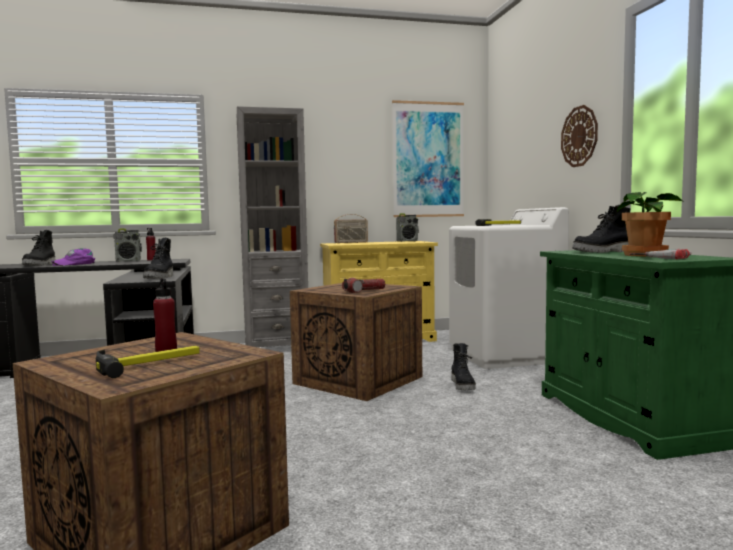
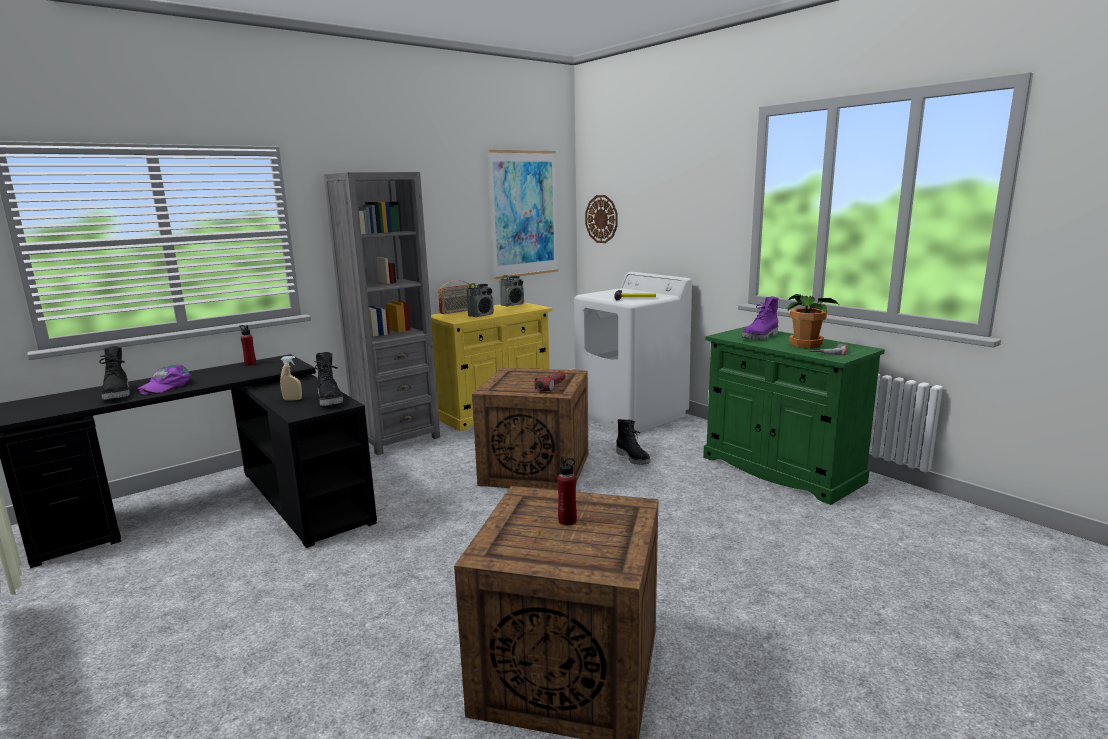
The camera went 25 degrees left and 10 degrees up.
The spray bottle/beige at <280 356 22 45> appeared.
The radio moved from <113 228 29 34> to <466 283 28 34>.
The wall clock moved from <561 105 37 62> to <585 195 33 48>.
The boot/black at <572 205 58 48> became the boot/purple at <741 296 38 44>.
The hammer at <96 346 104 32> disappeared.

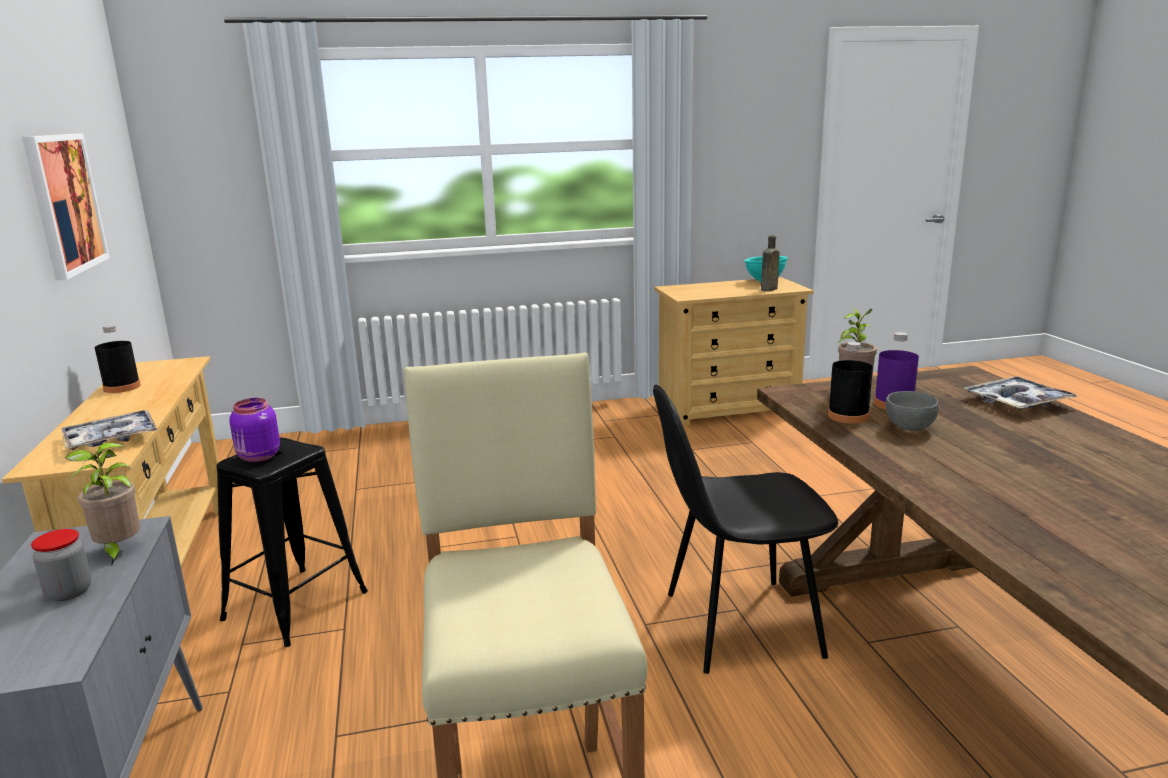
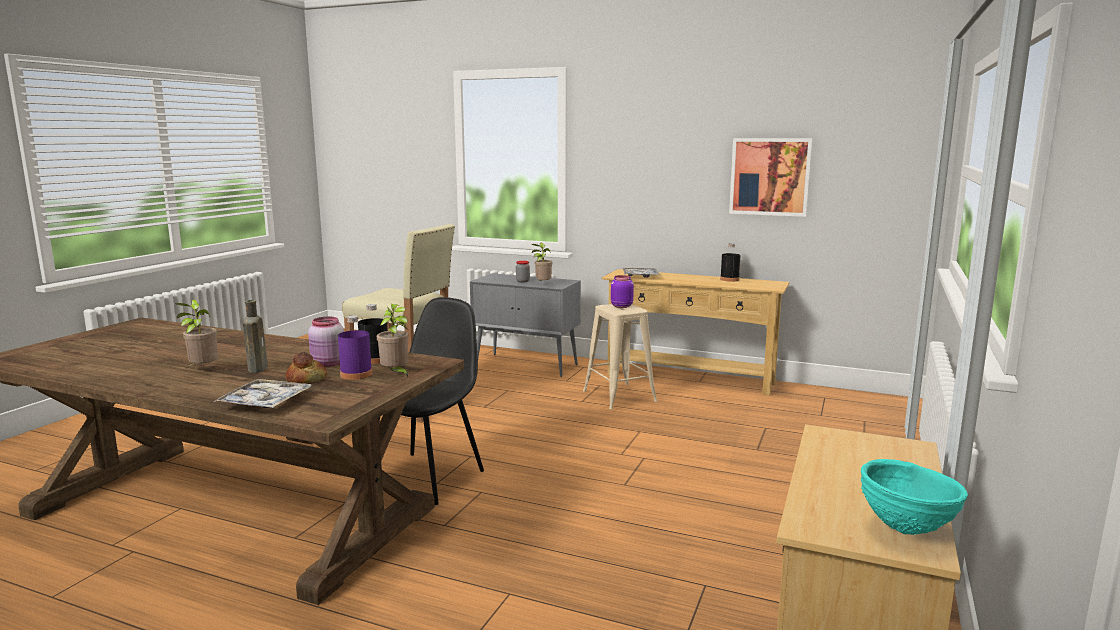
The camera went 125 degrees right and 5 degrees down.
The potted plant at <176 299 42 71> appeared.
The bottle/brown moved from <761 235 18 56> to <243 300 25 73>.
The bread at <286 352 41 32> appeared.
The bowl/grey at <886 391 53 40> was replaced by the jar/pink at <308 317 36 50>.
The stool/black at <216 438 152 209> became the stool/beige at <583 304 74 105>.

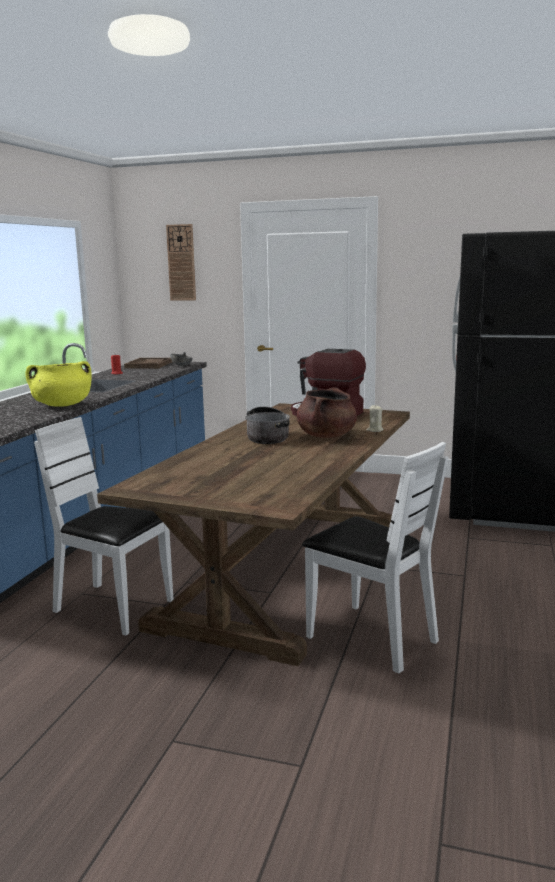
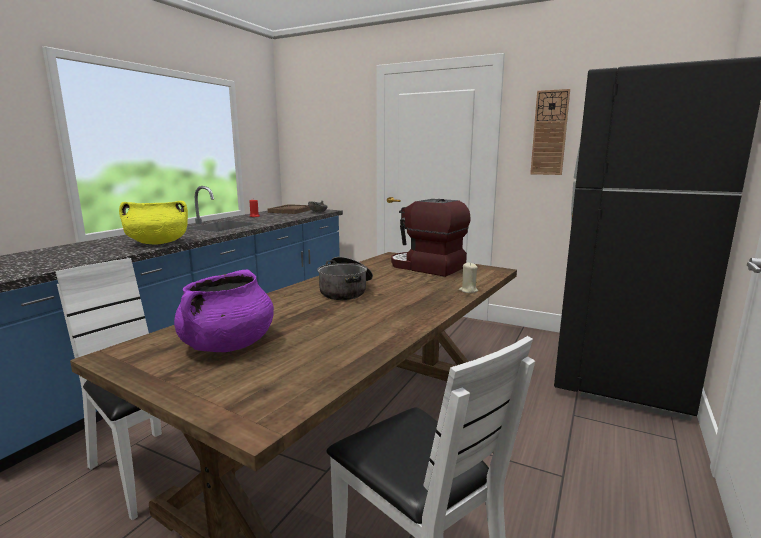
The camera went 10 degrees right and 0 degrees up.
The cooking pot/purple at <174 270 100 82> appeared.
The wall clock moved from <166 224 30 76> to <530 89 40 86>.
The cooking pot/brown at <296 387 61 51> disappeared.

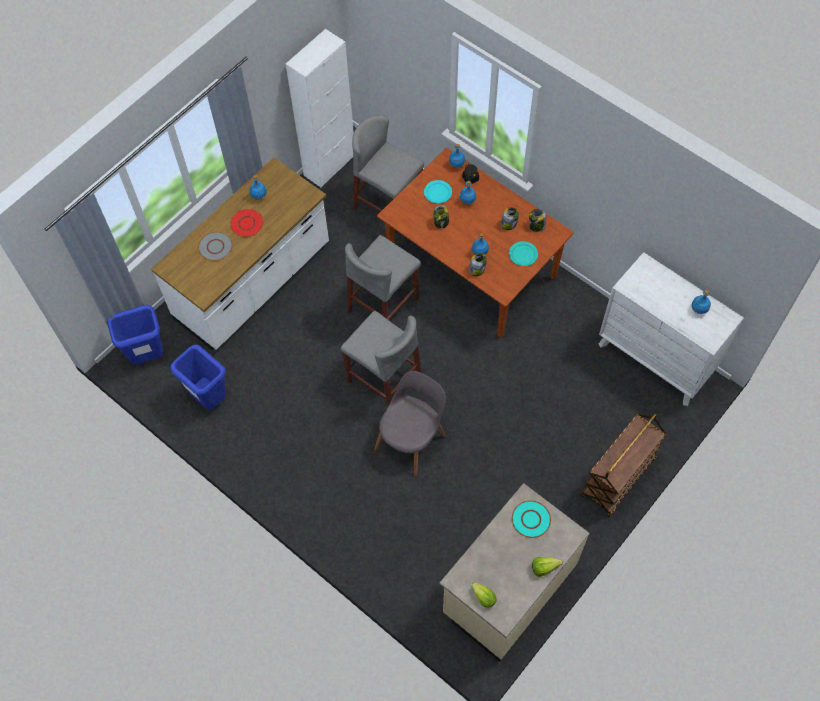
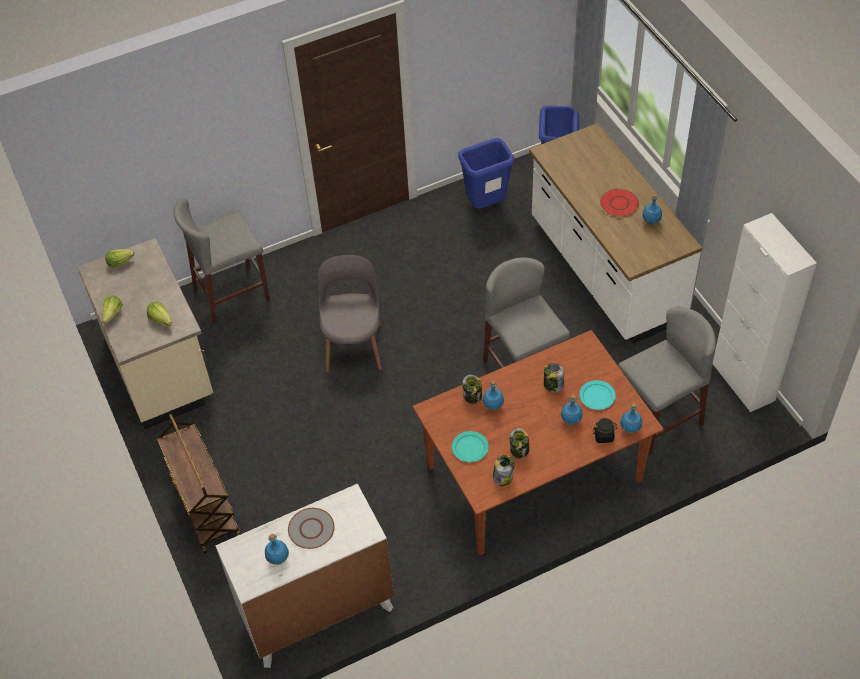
The camera went 115 degrees right and 10 degrees down.
The plate/turquoise at <512 500 39 38> was replaced by the lettuce at <147 302 25 24>.
The stool/grey moved from <341 311 80 95> to <173 199 97 125>.
The plate/grey moved from <198 232 35 29> to <288 508 47 41>.
The chair/grey at <374 371 72 105> turned 150 degrees counterclockwise.

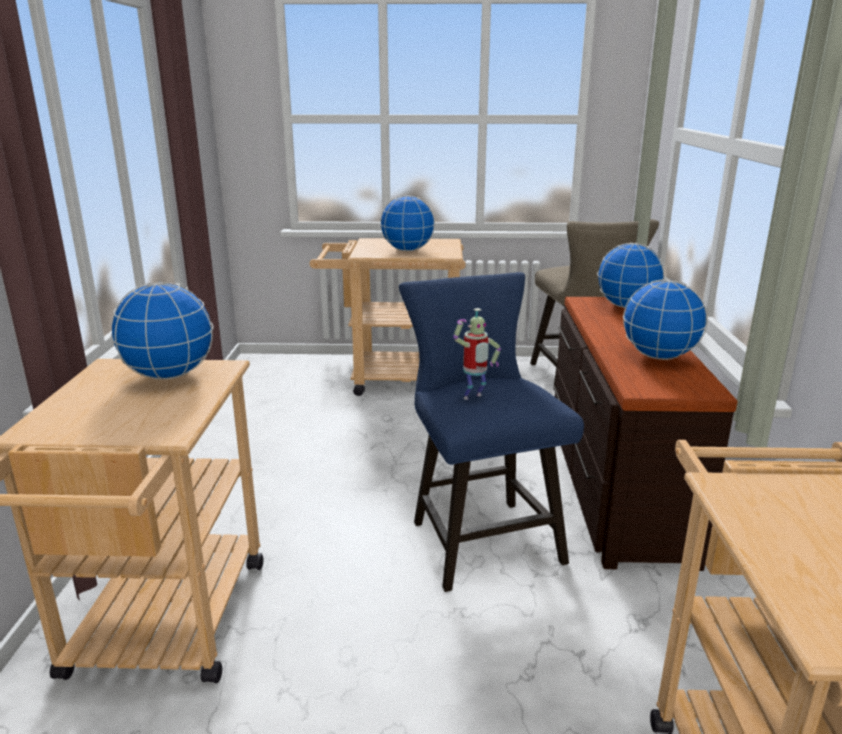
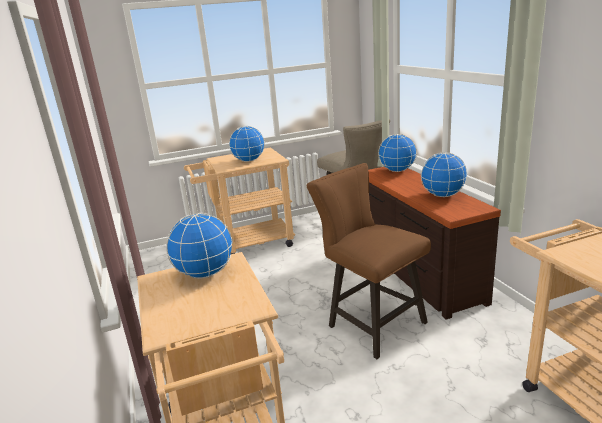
The camera went 20 degrees left and 0 degrees up.
The stool/blue at <399 272 185 320> became the stool/brown at <307 163 124 196>.
The toy robot at <453 308 48 92> disappeared.

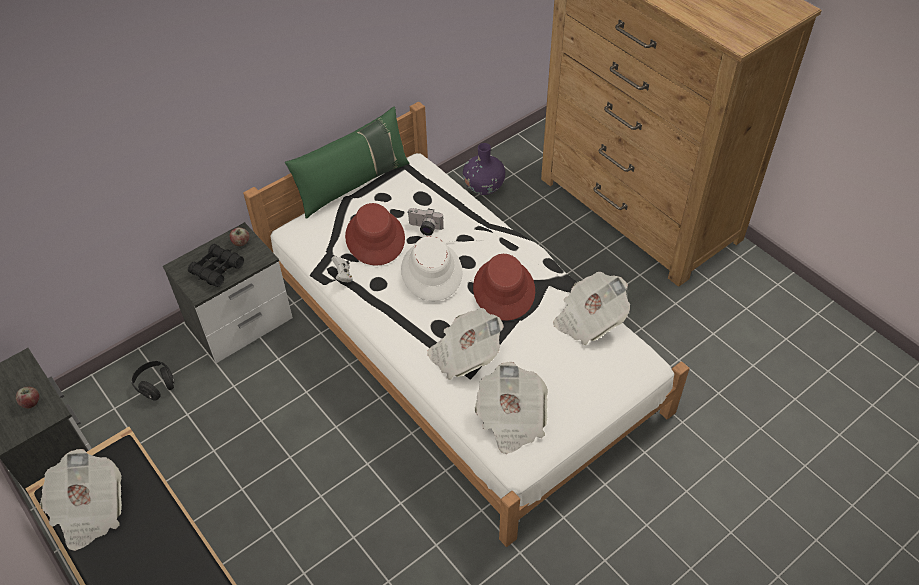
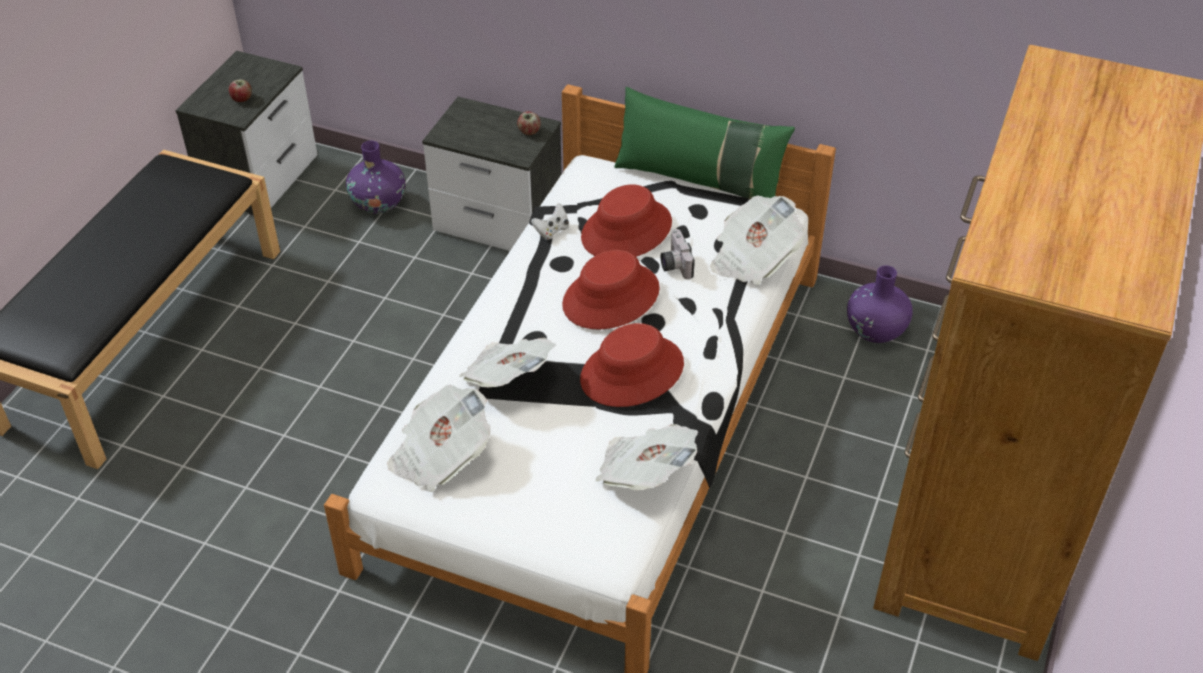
The camera went 60 degrees right and 5 degrees down.
The headphones/black at <131 361 44 40> was replaced by the vase/purple at <346 141 59 73>.
The hat/white at <401 236 62 65> became the hat/red at <562 250 98 80>.
The newspaper moved from <40 449 82 102> to <710 195 95 90>.
The binoculars/black at <188 244 56 43> disappeared.

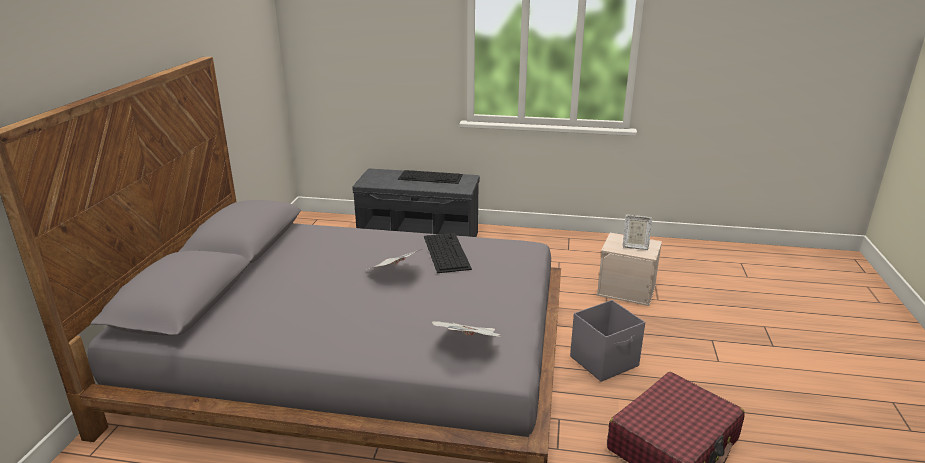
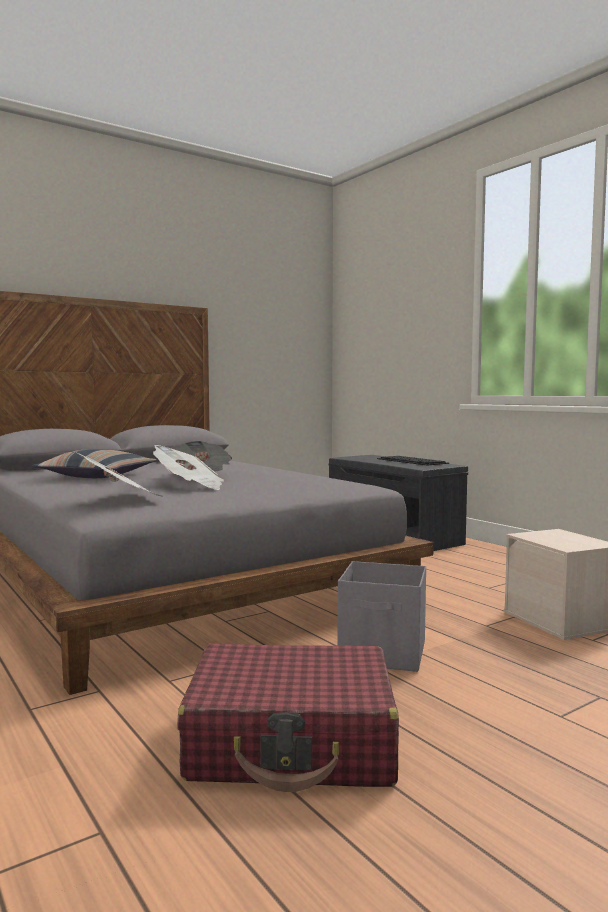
The camera went 45 degrees right and 20 degrees down.
The pillow at <32 449 124 29> appeared.
The newspaper at <153 445 71 45> appeared.
The keyboard at <424 233 48 40> disappeared.
The picture frame at <623 214 29 36> disappeared.

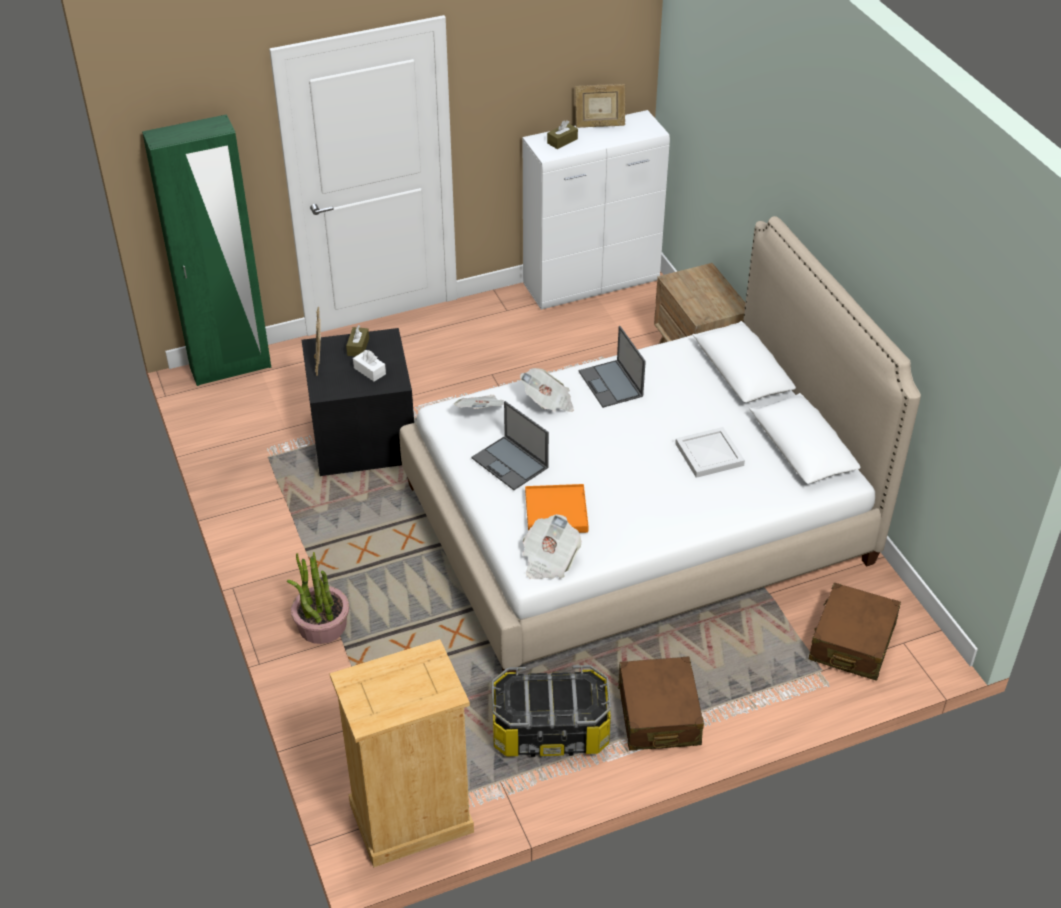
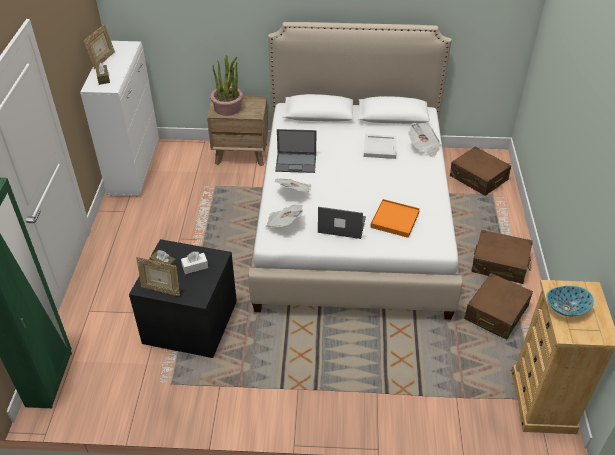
The camera went 65 degrees left and 0 degrees up.
The potted plant moved from <287 552 62 92> to <210 55 33 61>.
The laptop at <471 401 78 89> turned 150 degrees counterclockwise.
The newspaper moved from <523 514 58 65> to <408 123 34 34>.
The storage box at <492 665 119 92> was replaced by the suitcase/brown at <464 273 69 67>.
The bowl at <546 286 48 30> appeared.

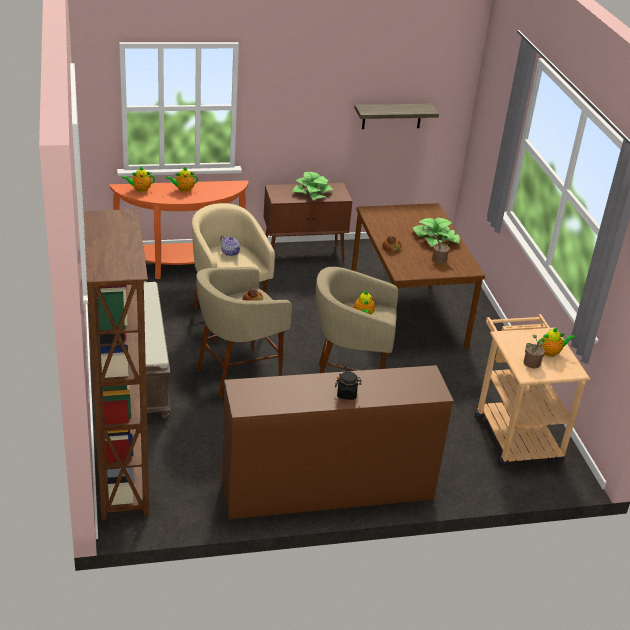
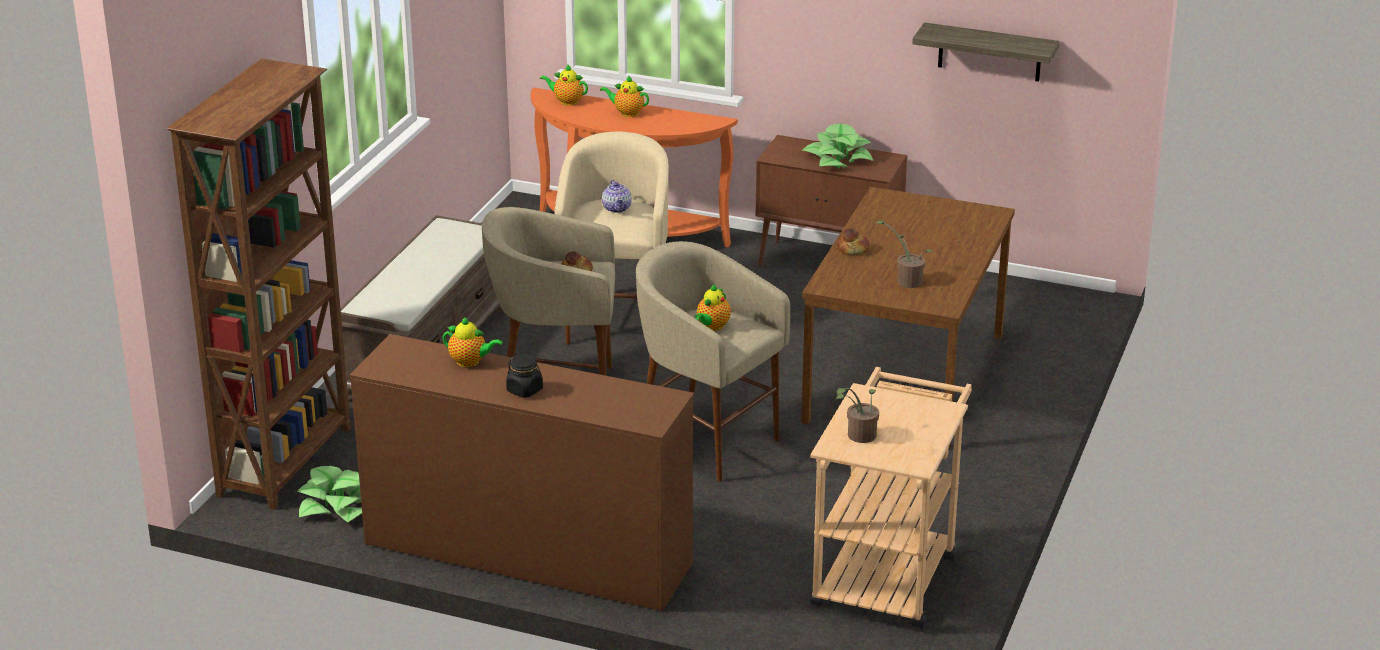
The camera went 35 degrees right and 5 degrees down.
The potted plant moved from <413 218 47 29> to <297 466 65 57>.
The teapot moved from <538 327 37 30> to <443 317 59 50>.

